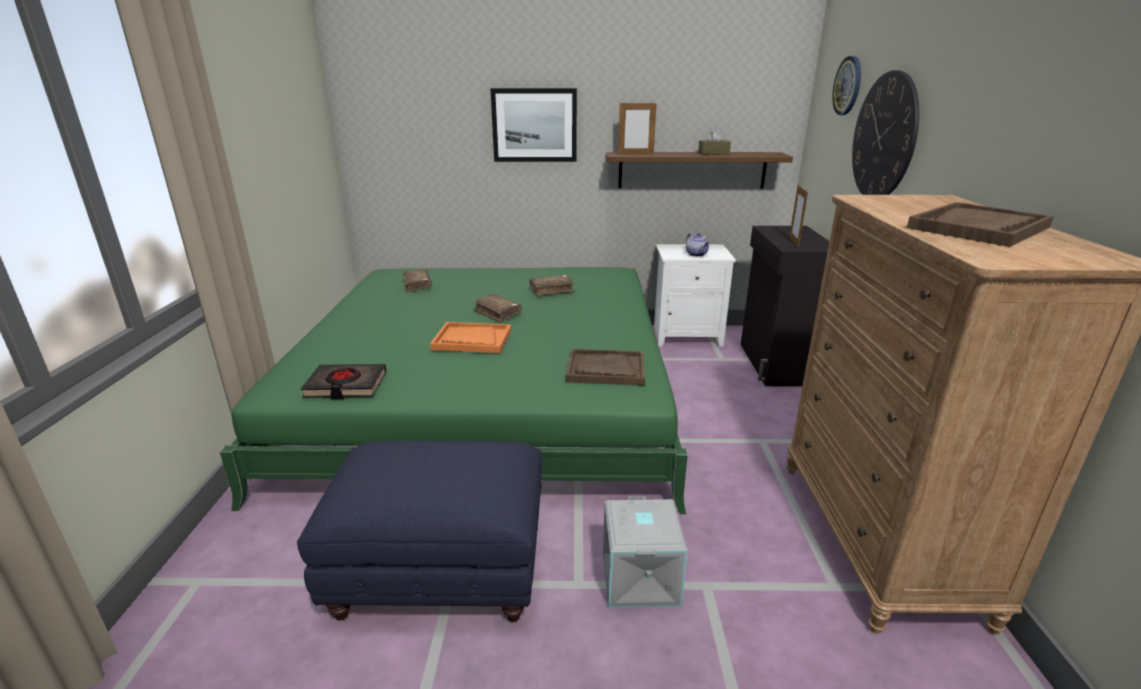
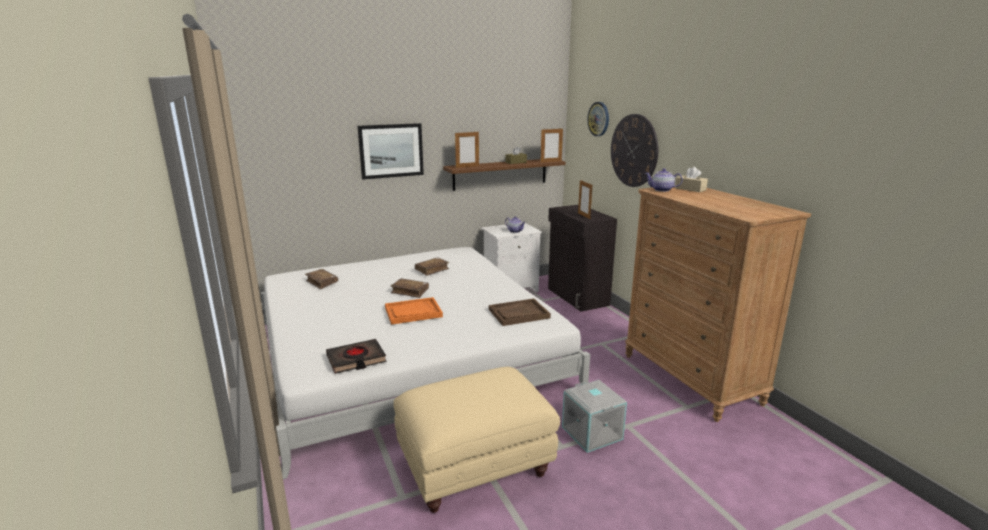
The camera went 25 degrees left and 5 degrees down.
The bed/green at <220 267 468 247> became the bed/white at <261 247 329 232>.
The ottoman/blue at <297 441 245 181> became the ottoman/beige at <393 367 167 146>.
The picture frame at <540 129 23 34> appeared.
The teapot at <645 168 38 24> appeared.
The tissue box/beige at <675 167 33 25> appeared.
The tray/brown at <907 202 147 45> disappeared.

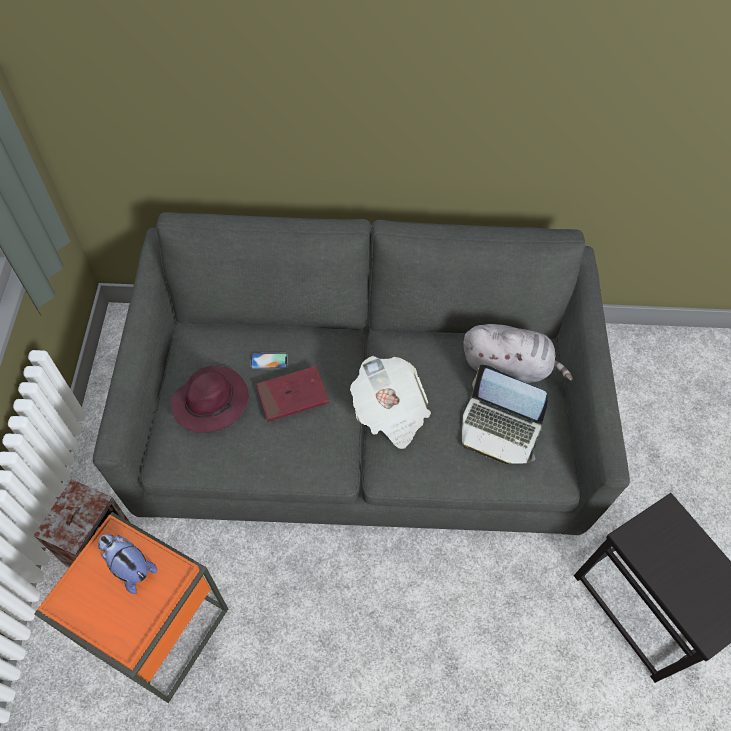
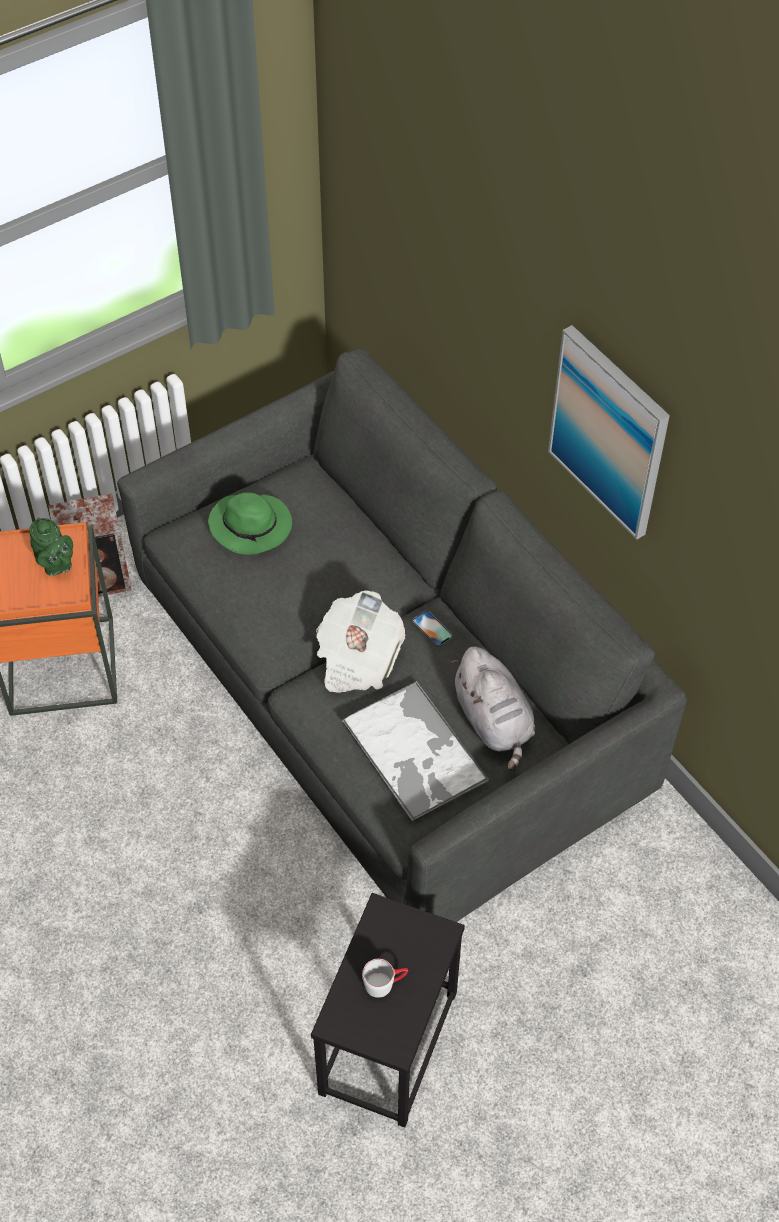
The camera went 55 degrees right and 5 degrees down.
The plush toy at <98 534 59 60> was replaced by the teapot/green at <29 518 44 58>.
The hat/purple at <171 366 77 67> became the hat/green at <208 492 84 63>.
The laptop at <462 364 85 100> was replaced by the tray at <342 681 147 141>.
The mug/grey at <362 959 46 39> appeared.
The phone moved from <250 353 38 17> to <412 610 41 37>.
The picture at <548 325 122 215> appeared.
The book/red at <256 366 73 56> disappeared.

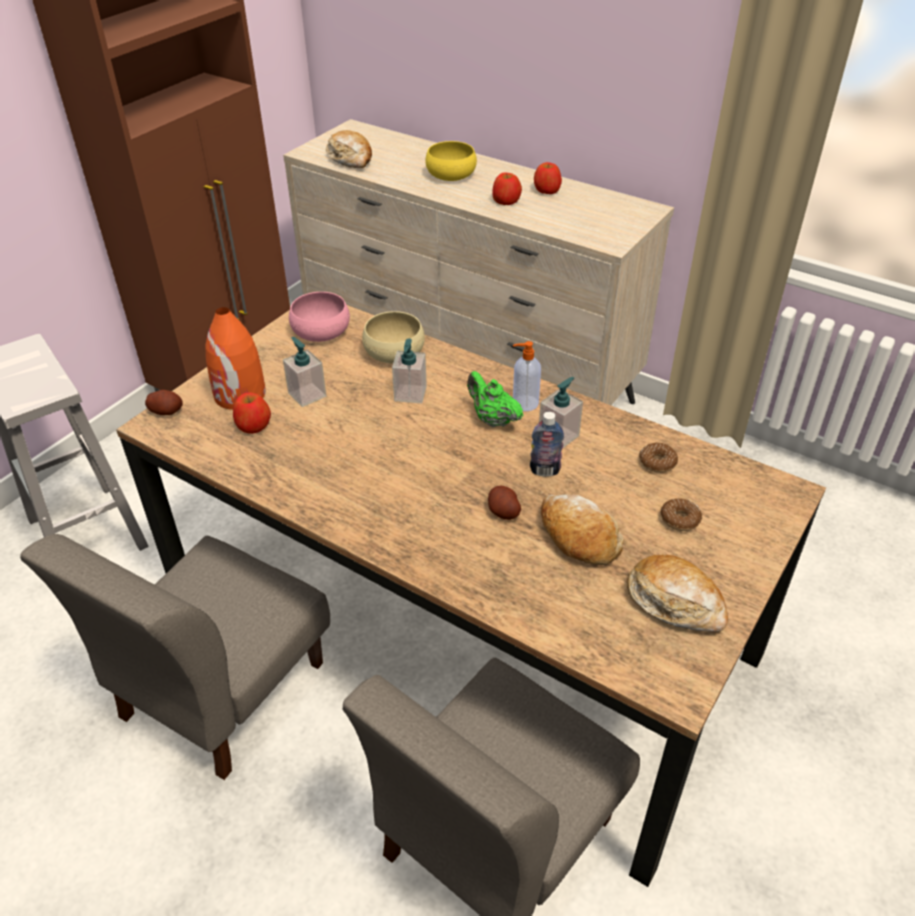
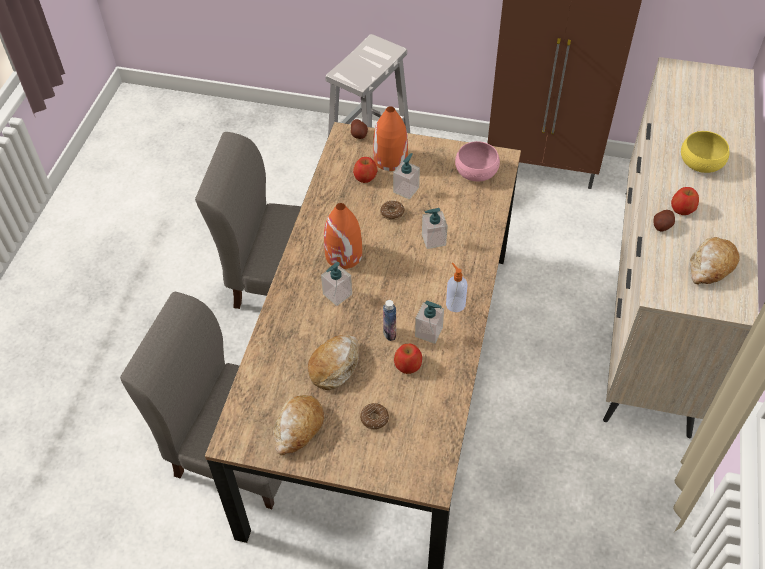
The camera went 70 degrees right and 10 degrees up.
The soap dispenser at <321 262 31 44> appeared.
The vase/orange at <324 203 38 66> appeared.
The donut moved from <639 443 39 30> to <380 200 25 20>.
The apple moved from <534 162 28 32> to <394 344 28 30>.
The potato moved from <488 486 33 34> to <653 210 22 21>.
The bread moved from <326 130 46 38> to <690 237 50 48>.
The bowl/beige at <362 311 63 52> disappeared.
The teapot/green at <467 371 56 56> disappeared.

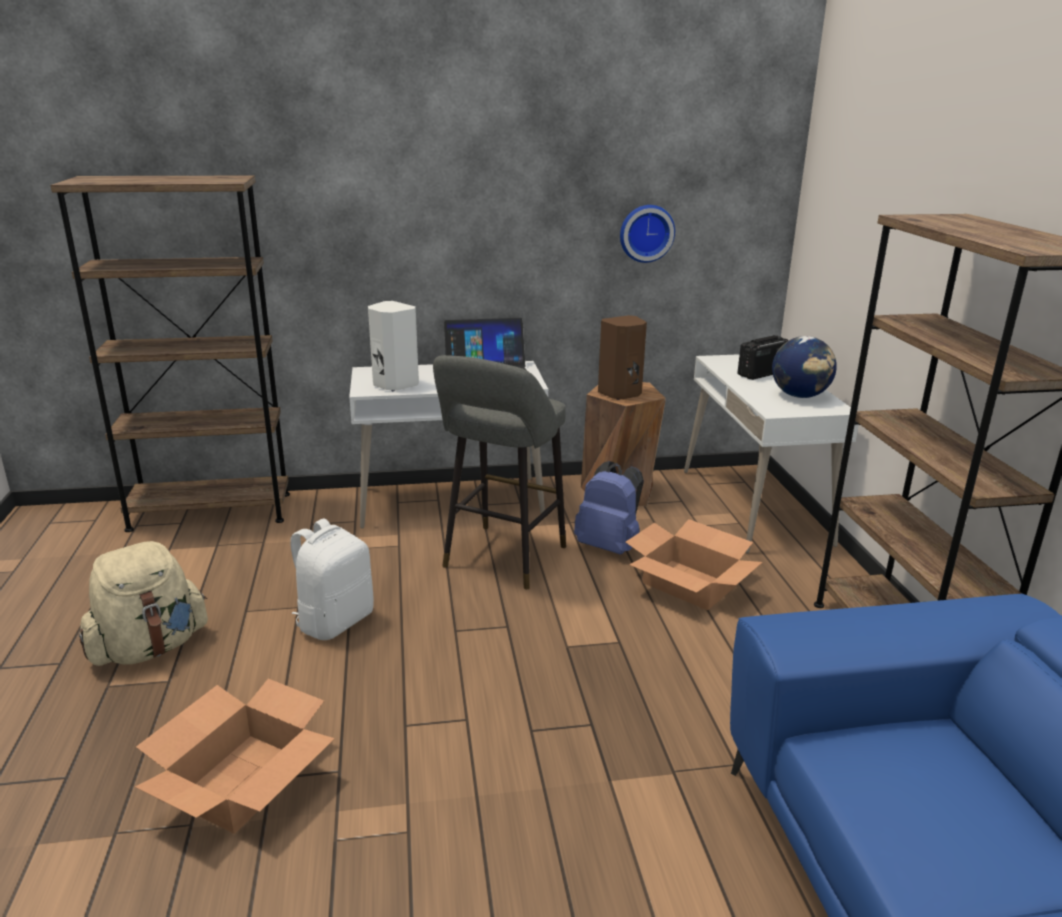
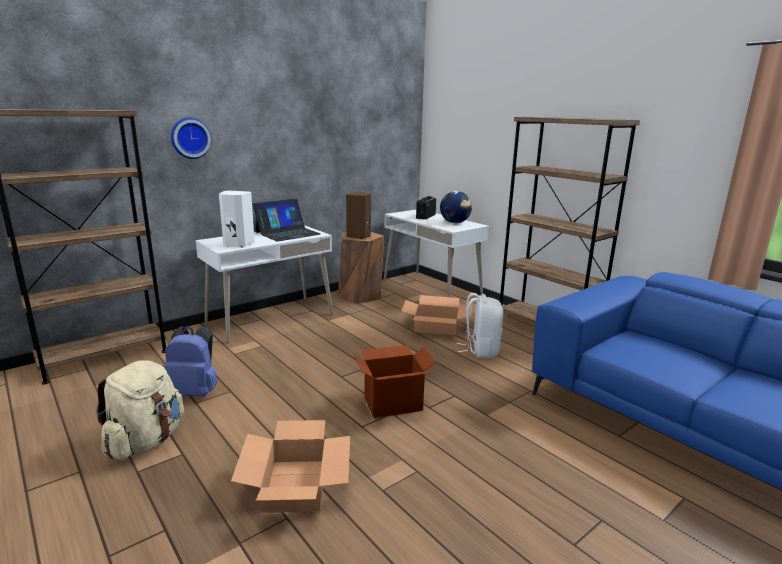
The camera went 30 degrees left and 5 degrees down.
The backpack/blue moved from <574 461 70 94> to <163 326 54 70>.
The wall clock moved from <620 205 55 58> to <171 118 41 41>.
The cardboard box at <354 345 82 73> appeared.
The backpack/white moved from <290 518 84 122> to <457 293 46 65>.
The stool/grey at <433 355 133 234> disappeared.

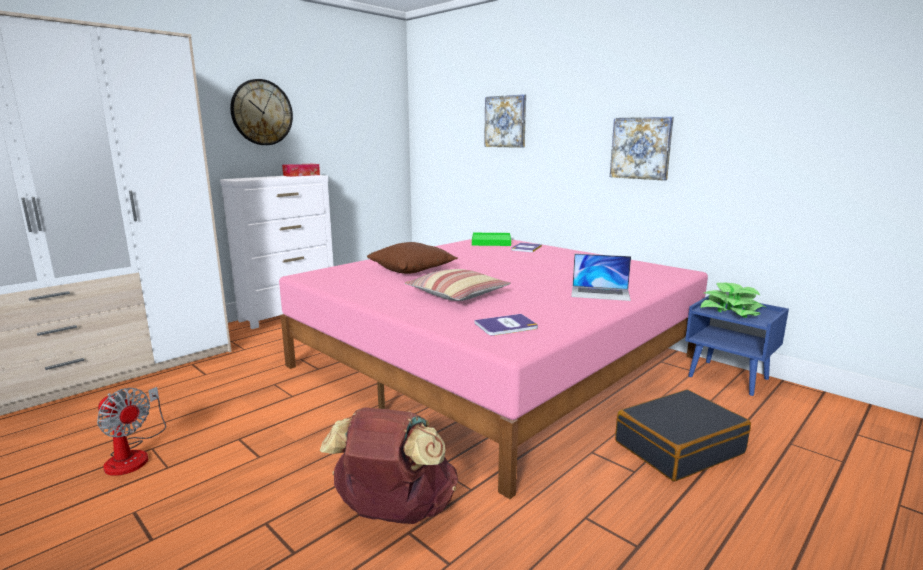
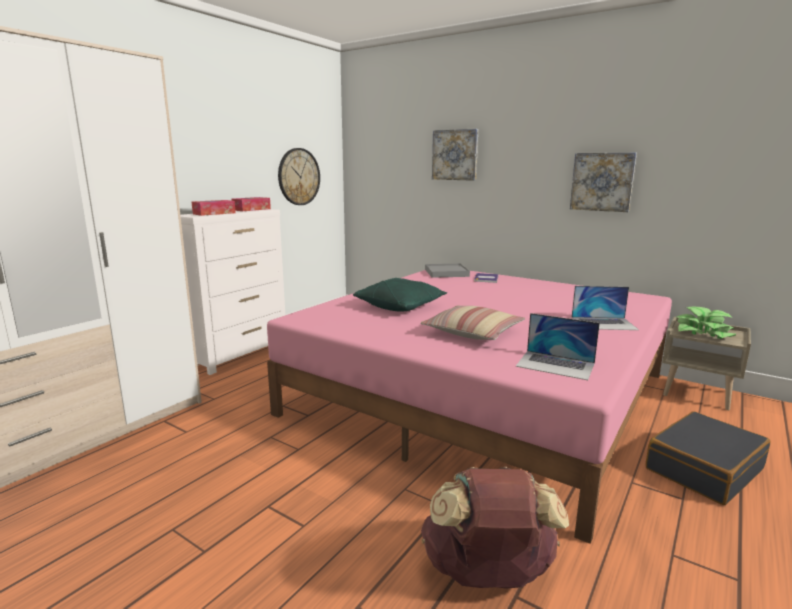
The camera went 10 degrees left and 0 degrees up.
The tissue box at <192 200 44 16> appeared.
The wall clock moved from <230 79 63 66> to <278 148 42 57>.
The pillow/brown at <367 242 91 32> became the pillow/green at <353 278 94 34>.
The tray/green at <472 233 39 13> became the tray/grey at <425 263 45 15>.
The book at <474 314 64 22> was replaced by the laptop at <516 313 84 67>.
The nightstand/blue at <685 296 104 100> became the nightstand/beige at <662 317 89 93>.
The fan at <97 387 69 89> disappeared.

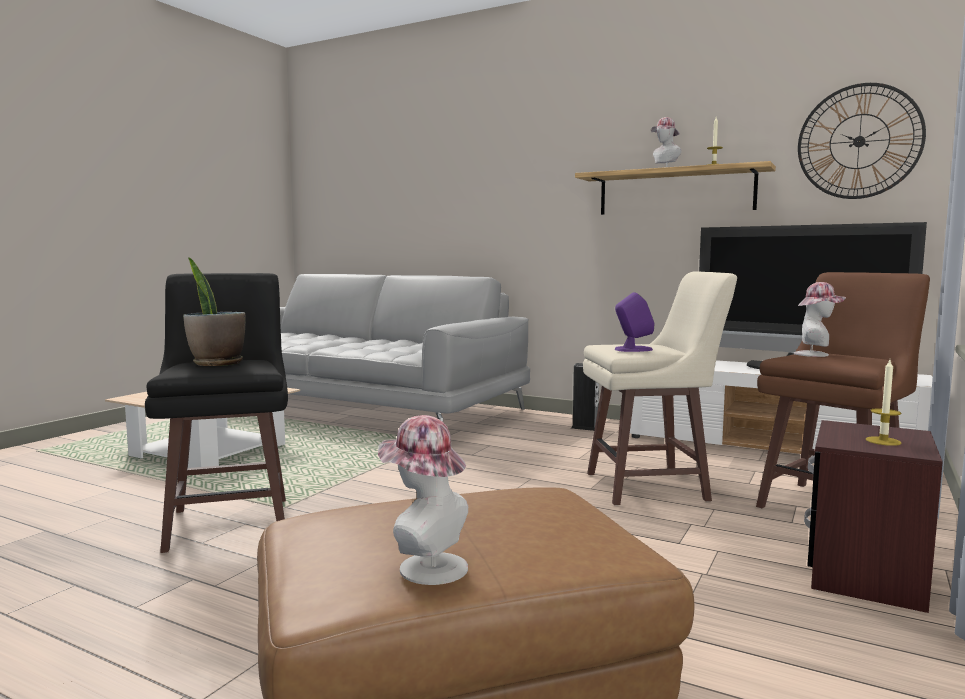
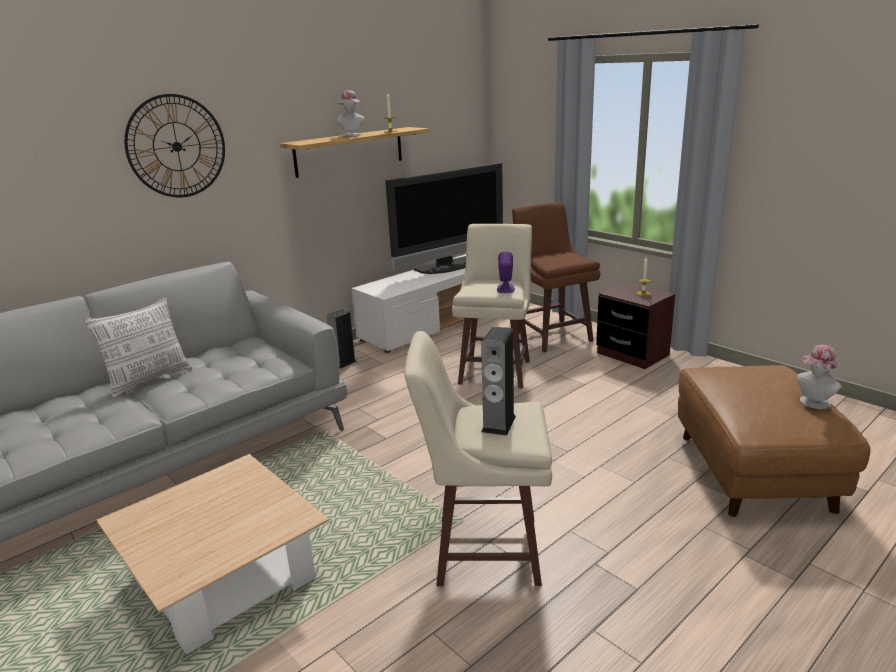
The camera went 70 degrees left and 15 degrees up.
The pillow at <84 298 108 100> appeared.
The wall clock moved from <798 83 128 116> to <124 94 101 103>.
The stool/black at <145 273 143 280> became the stool/beige at <404 331 148 255>.
The potted plant at <183 257 62 109> was replaced by the speaker at <481 327 35 109>.
The hat at <794 282 52 75> disappeared.

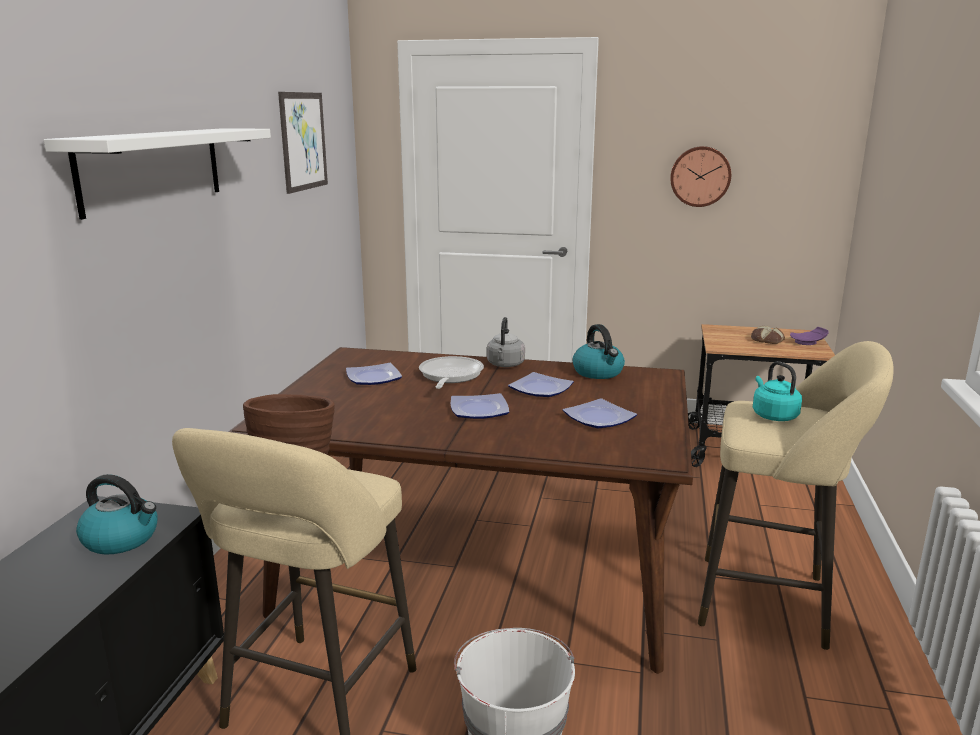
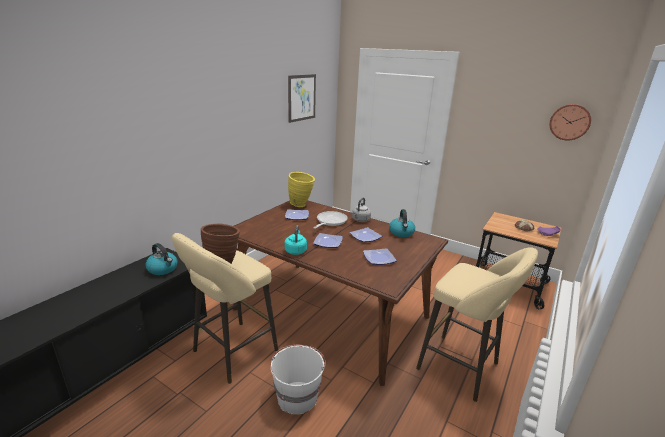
The camera went 20 degrees right and 5 degrees up.
The kettle/turquoise moved from <753 361 49 60> to <285 225 22 30>.
The vase/yellow at <288 172 27 35> appeared.
The wall clock moved from <670 146 61 61> to <550 104 41 37>.
The shelf/white at <44 128 227 92> disappeared.

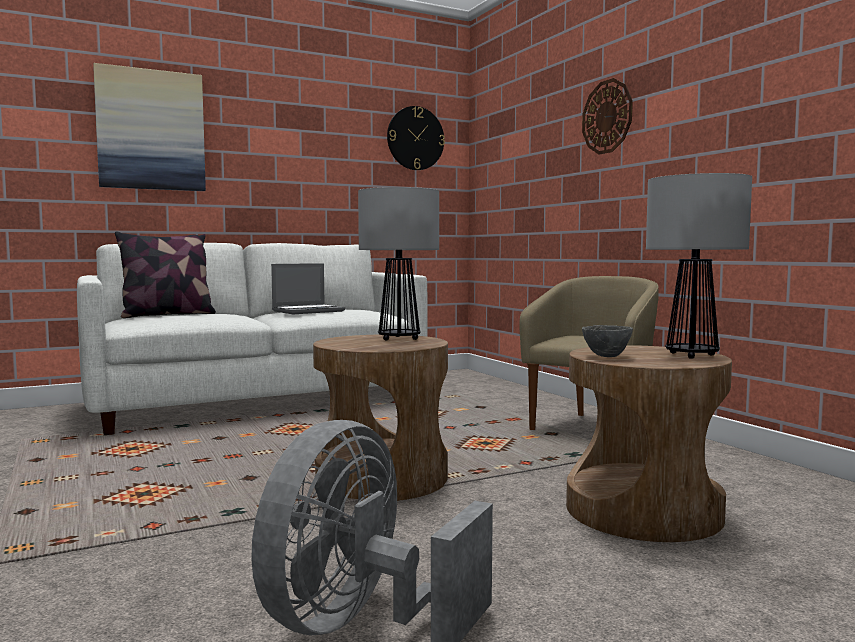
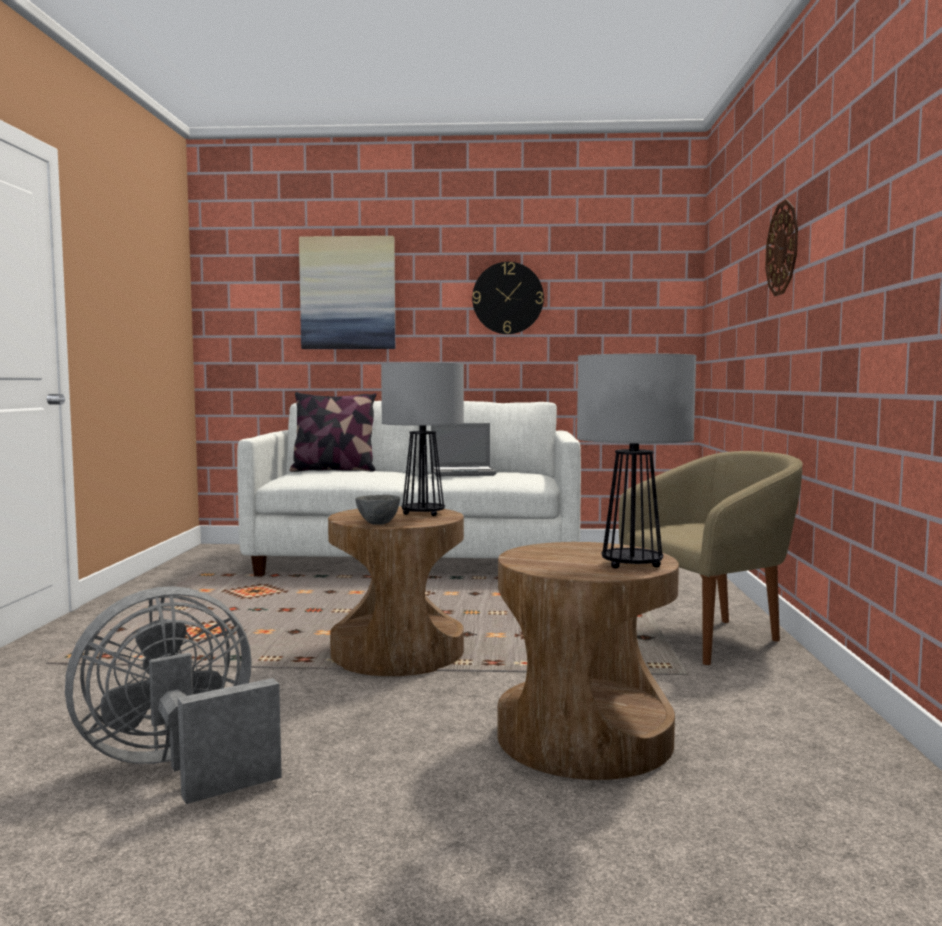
The camera went 30 degrees right and 0 degrees up.
The bowl/grey moved from <582 325 51 32> to <355 494 45 31>.
The wall clock moved from <387 106 58 64> to <472 262 72 72>.

